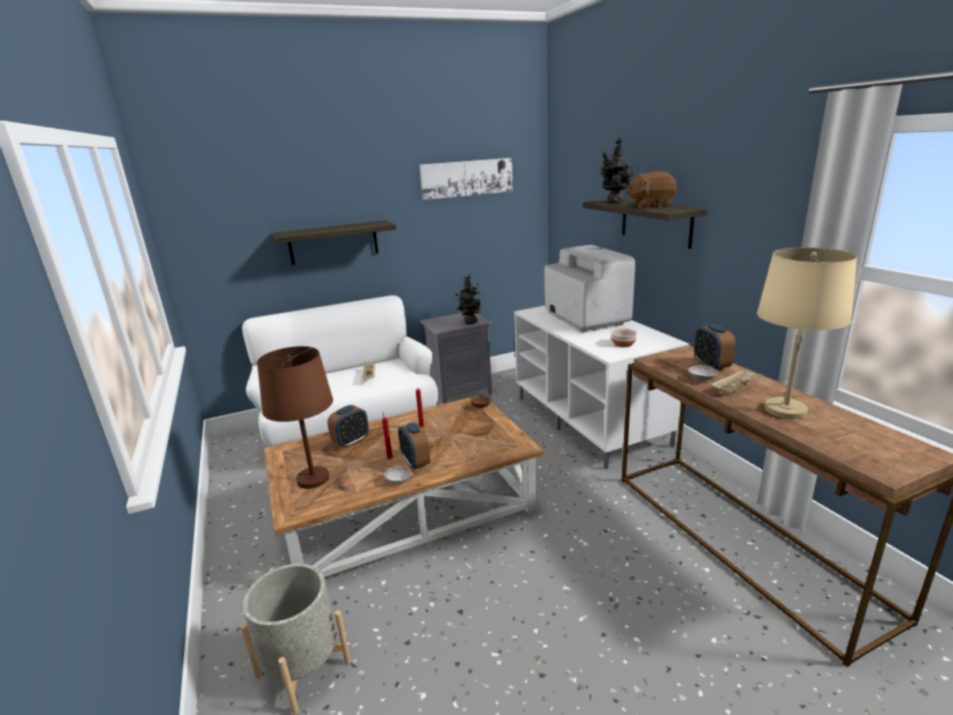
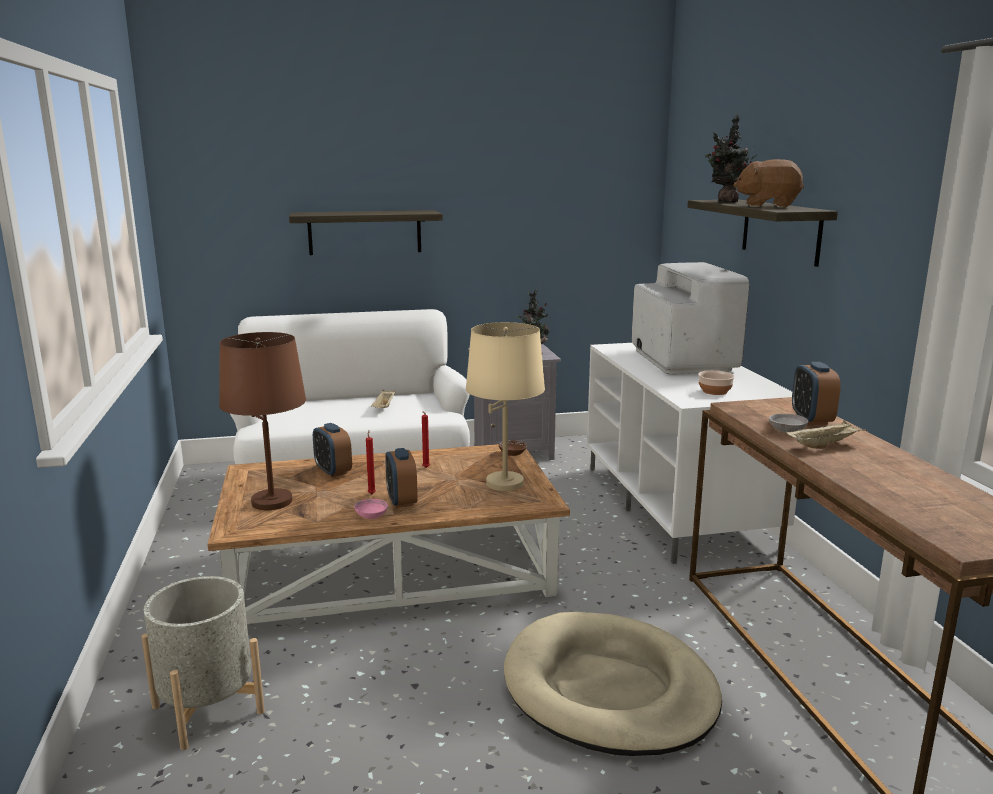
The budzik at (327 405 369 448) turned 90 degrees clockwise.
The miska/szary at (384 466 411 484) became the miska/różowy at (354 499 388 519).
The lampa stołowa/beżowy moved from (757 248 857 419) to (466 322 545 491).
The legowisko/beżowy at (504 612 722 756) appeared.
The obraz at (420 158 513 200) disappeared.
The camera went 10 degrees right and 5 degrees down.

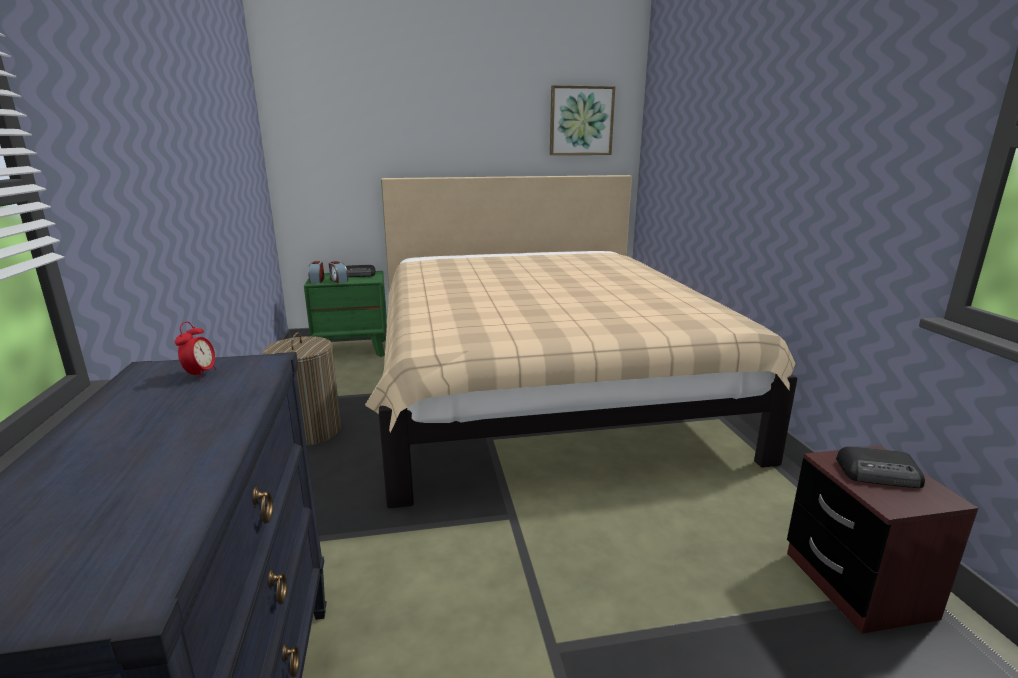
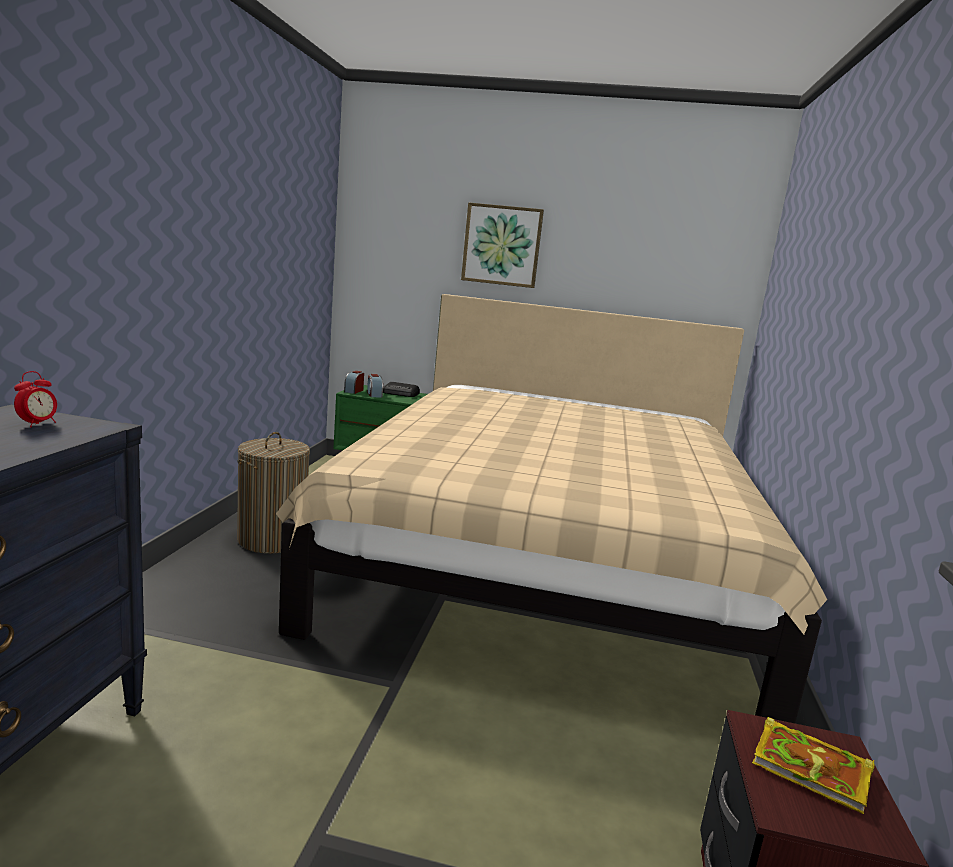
The obraz moved from (550 85 615 155) to (461 203 544 288).
The radio at (836 446 925 488) was replaced by the książka at (752 717 875 814).
The camera went 20 degrees right and 5 degrees down.

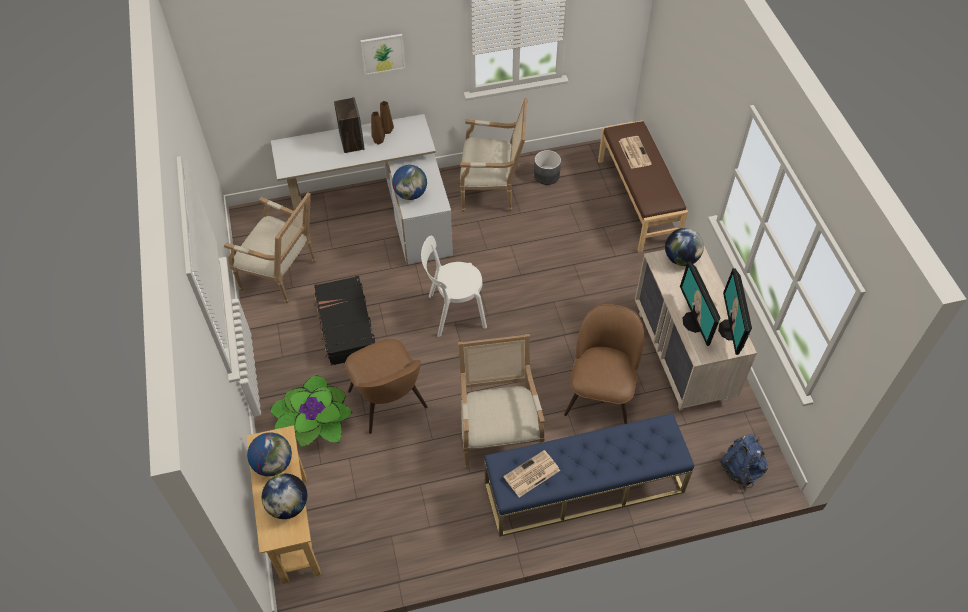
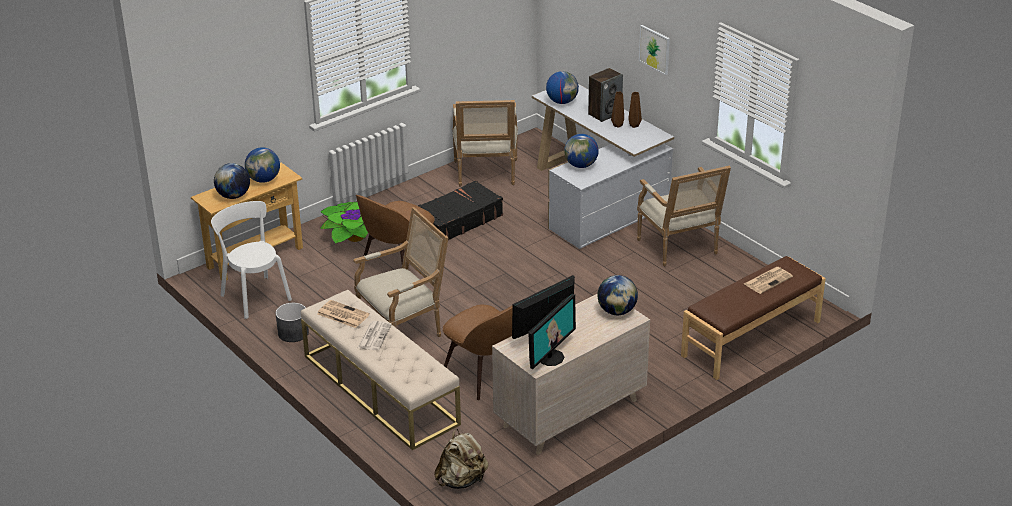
The krzesło/biały moved from (421 235 487 337) to (211 201 292 319).
The donica/szary moved from (534 150 561 185) to (276 303 309 342).
The ławka/niebieski at (484 413 694 537) became the ławka/beżowy at (301 290 461 450).
The gazeta at (358 321 392 350) appeared.
The plecak/niebieski at (719 435 768 489) became the plecak/beżowy at (434 429 488 489).
The krzesło/brązowy at (564 304 644 424) turned 60 degrees clockwise.
The monitor at (718 268 752 355) turned 150 degrees clockwise.
The globus at (546 71 579 104) appeared.
The camera went 65 degrees right and 20 degrees down.

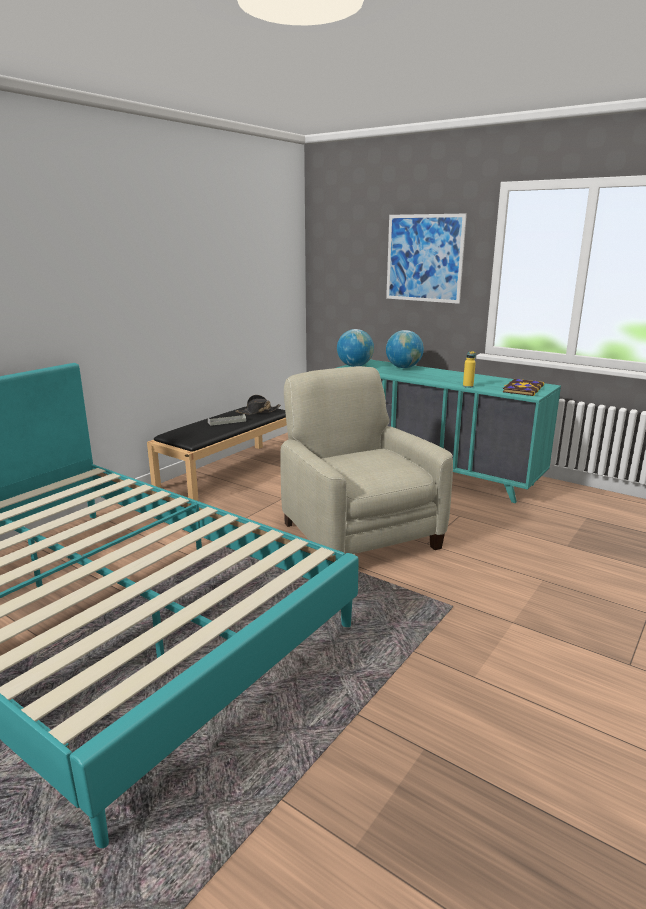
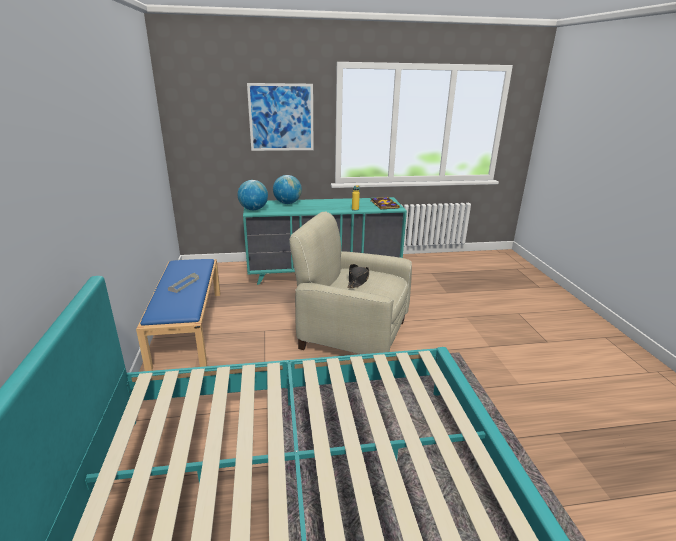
The ławka/czarny at (147 406 287 502) became the ławka/niebieski at (136 259 220 371).
The kapelusz/czarny moved from (235 395 281 415) to (347 264 369 288).
The camera went 45 degrees left and 5 degrees up.

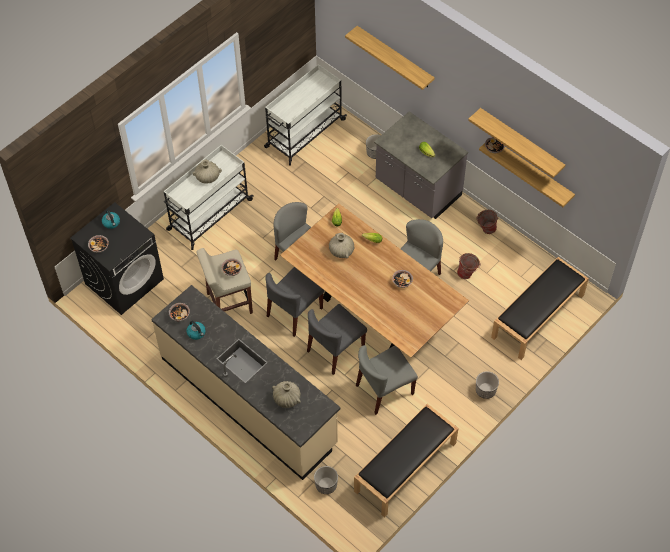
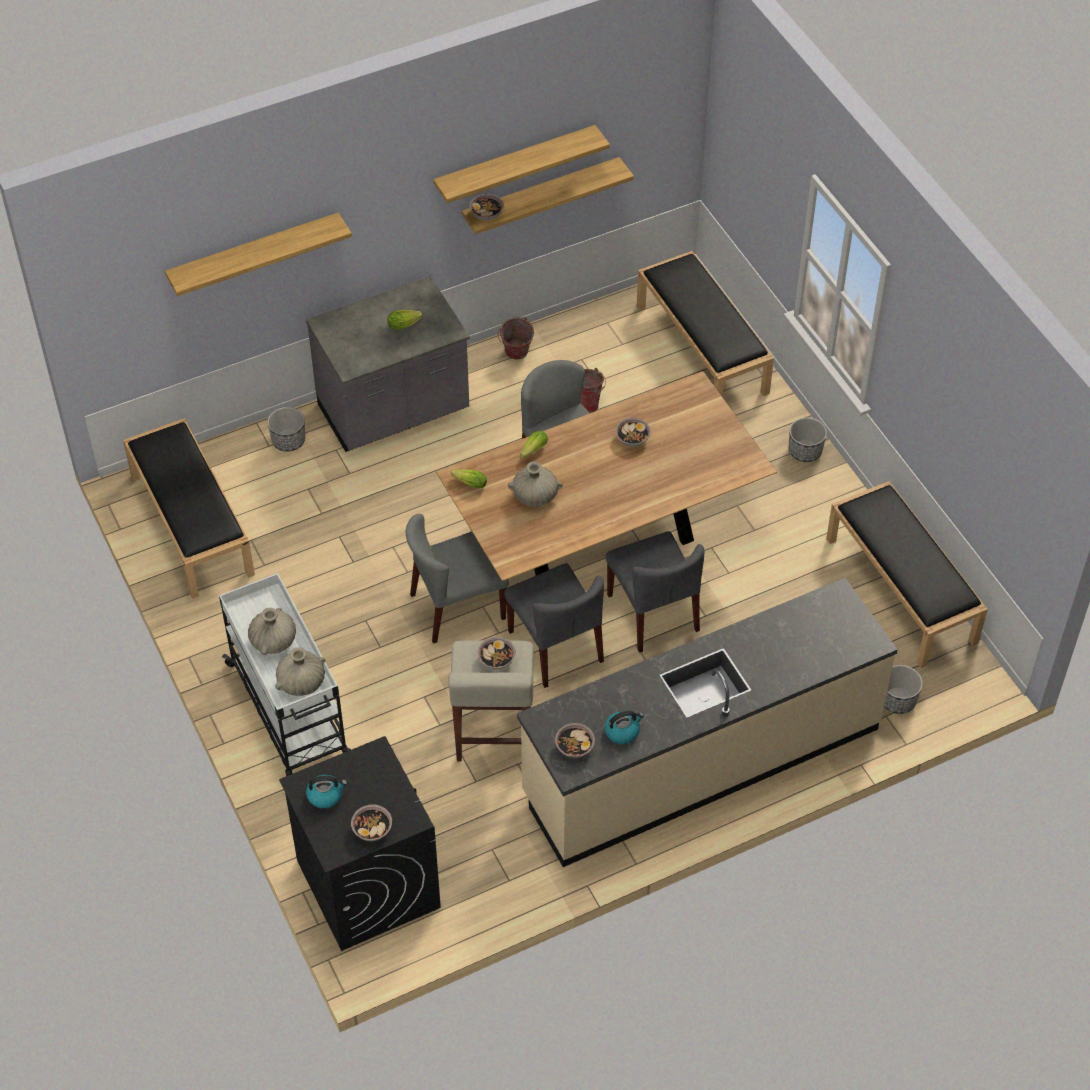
The wózek/biały at (264 64 347 166) was replaced by the ławka/czarny at (123 418 255 599).
The wazon/beżowy moved from (272 381 301 408) to (275 647 326 696).
The krzesło/szary at (356 345 418 415) disappeared.
The camera went 70 degrees left and 5 degrees down.

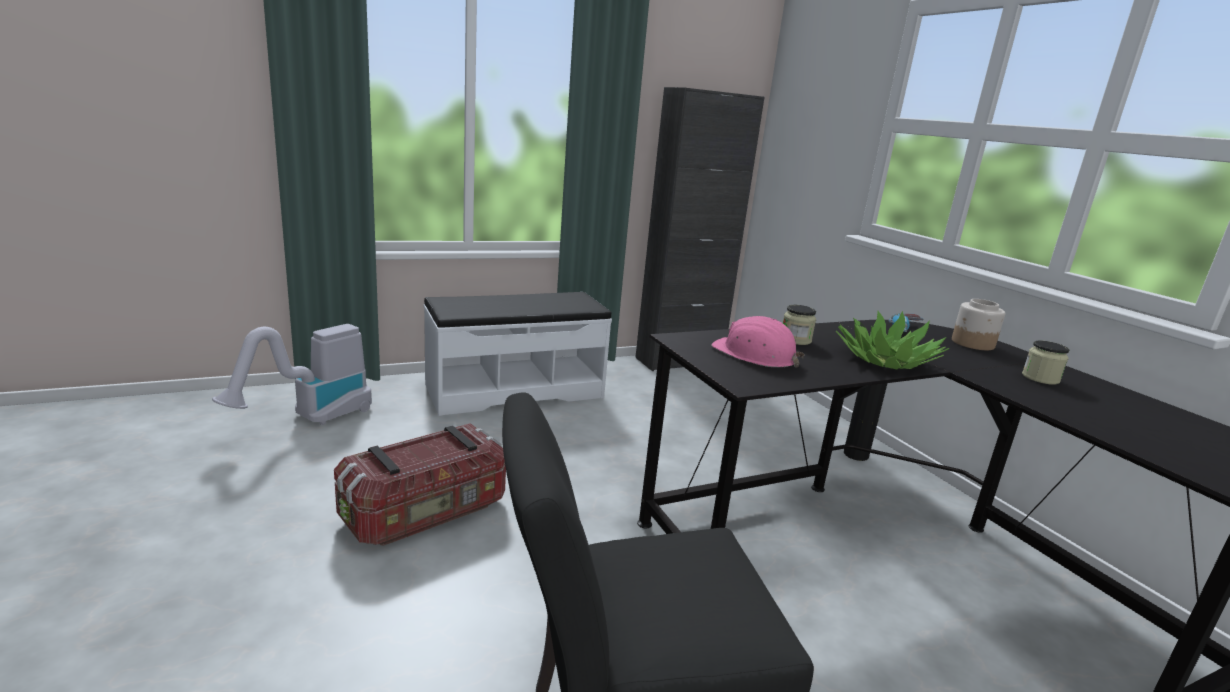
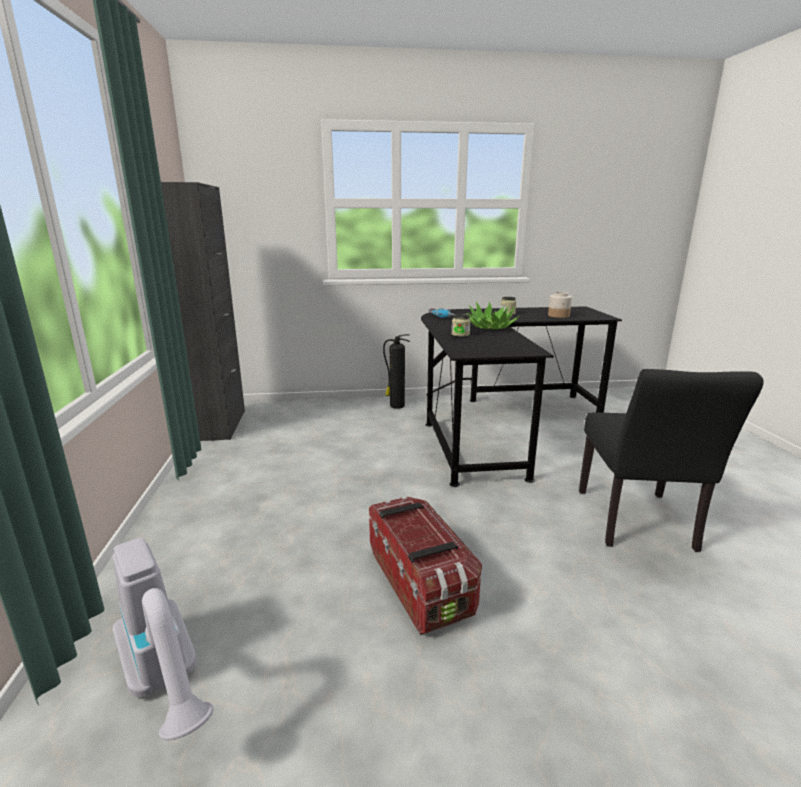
The słoik moved from (952 299 1006 350) to (548 292 572 318).
The ławka/biały at (424 292 612 416) disappeared.
The kask/różowy at (711 316 805 367) disappeared.
The camera went 70 degrees left and 0 degrees up.

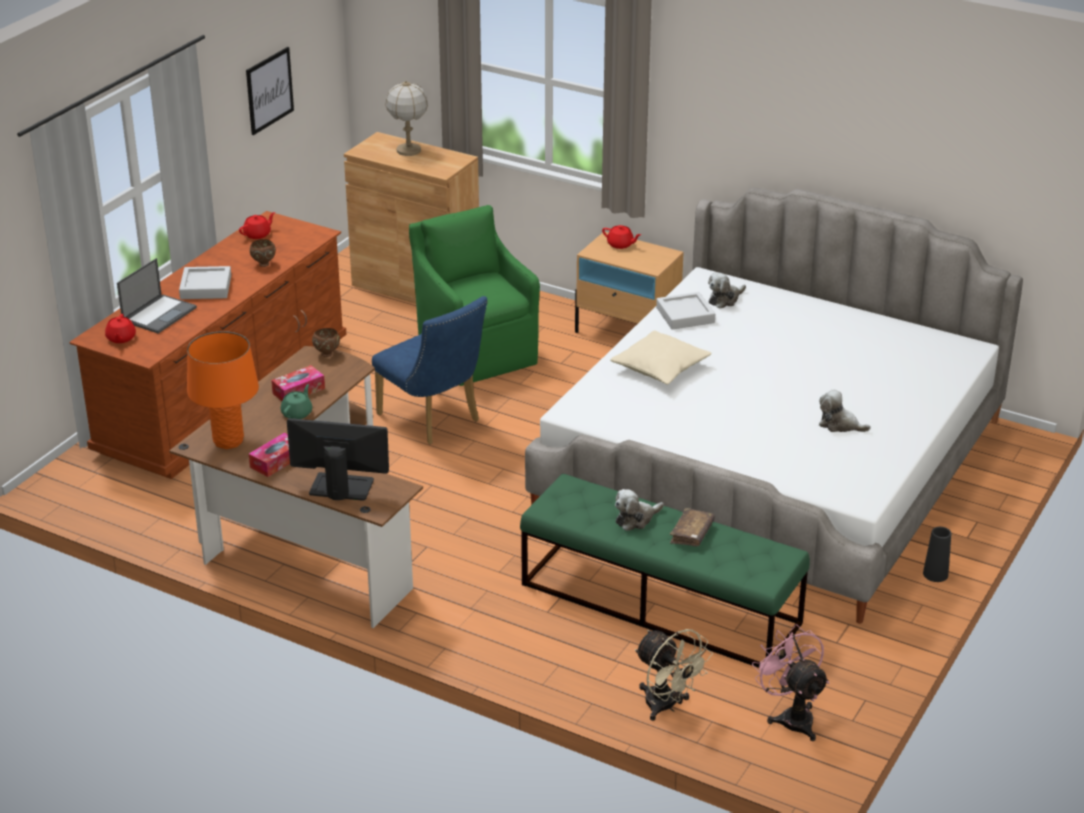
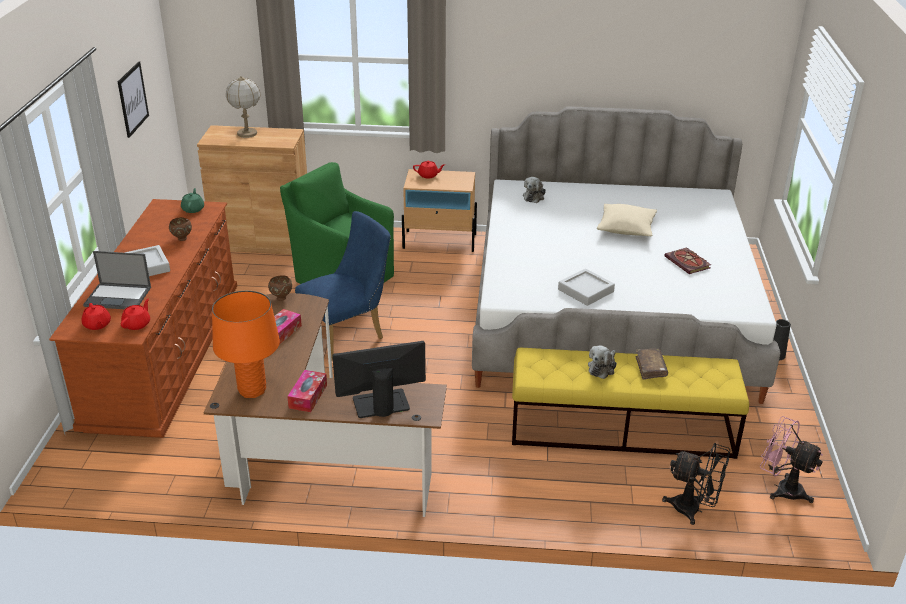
The laptop at (117 258 197 334) turned 90 degrees clockwise.
The imbryk/czerwony moved from (239 212 275 239) to (121 298 150 330).
The imbryk/zielony moved from (281 384 312 419) to (181 188 204 213).
The krzesło/niebieski at (372 296 488 444) turned 60 degrees counterclockwise.
The ławka/zielony at (520 474 810 668) became the ławka/żółty at (512 347 749 459).
The taca/szary moved from (656 292 715 330) to (558 268 615 306).
The poduszka/beżowy moved from (610 330 711 384) to (597 204 657 236).
The wentylator/beżowy at (635 629 713 721) became the wentylator/czarny at (662 443 730 525).
The pluszak at (819 389 871 432) was replaced by the książka at (664 247 711 274).
The camera went 25 degrees left and 0 degrees up.

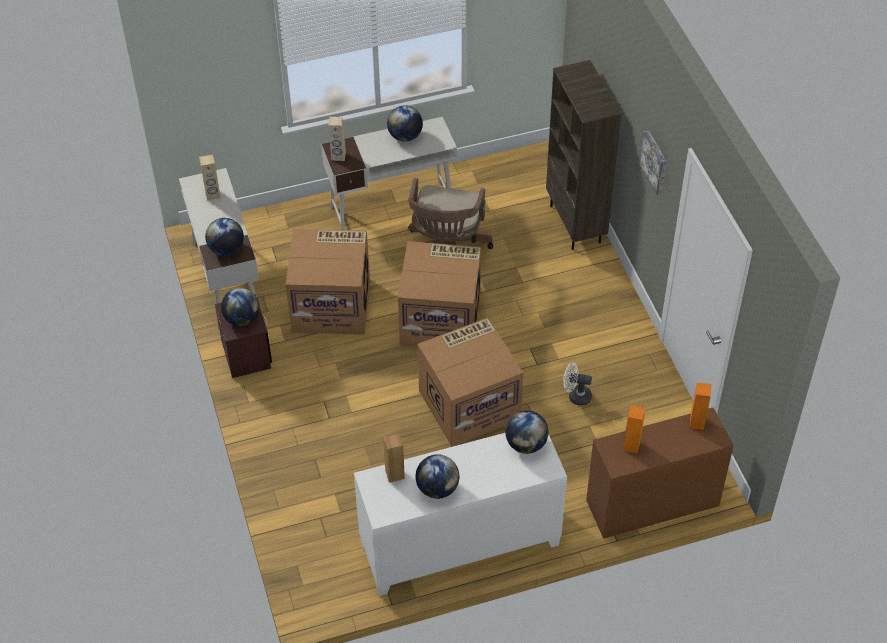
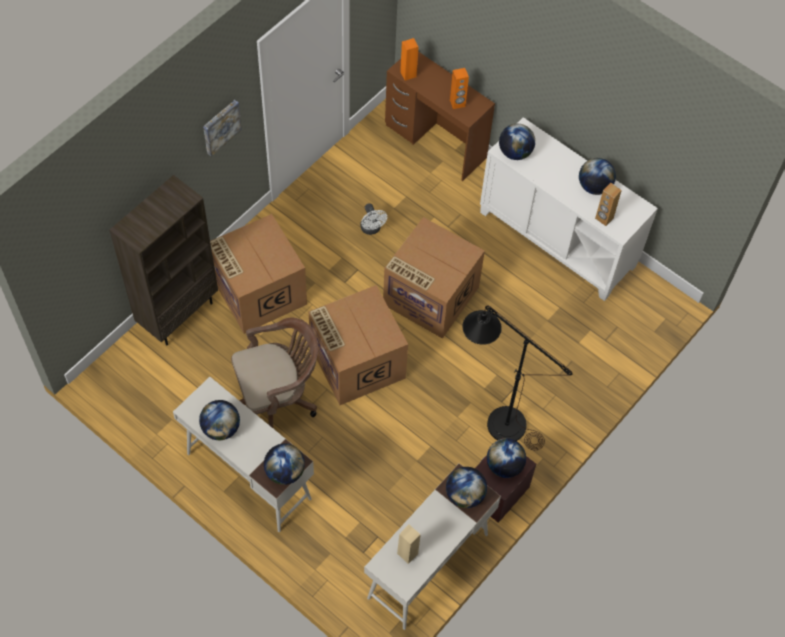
The karton moved from (285 229 370 335) to (210 214 307 334).
The głośnik/beżowy at (328 117 346 161) was replaced by the globus at (264 444 305 485).
The lampa stojąca/czarny at (462 306 573 450) appeared.
The camera went 125 degrees left and 10 degrees up.

